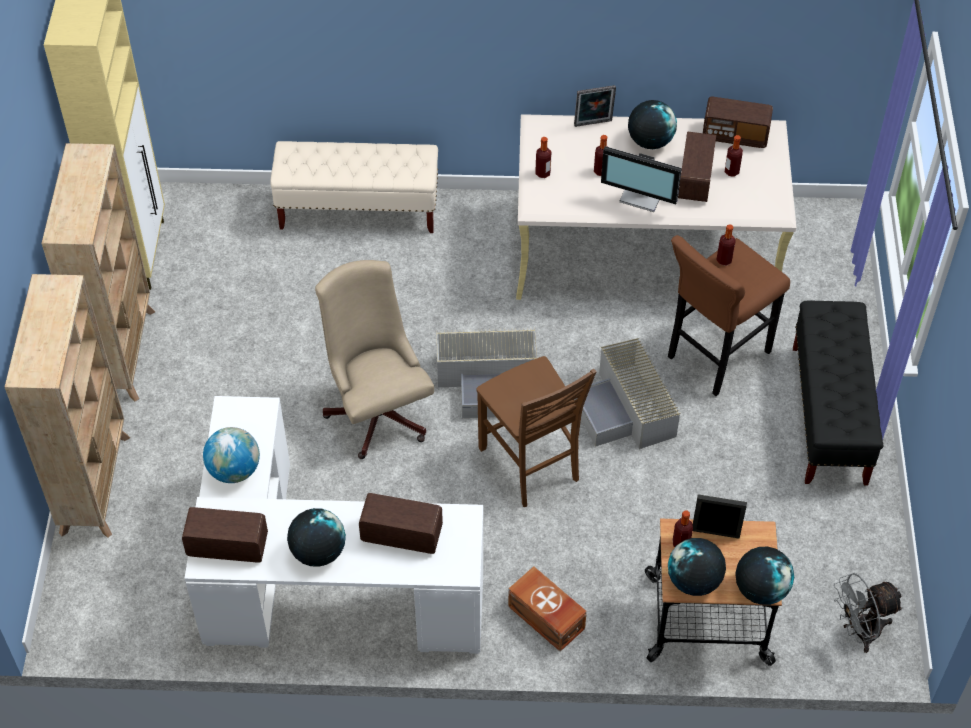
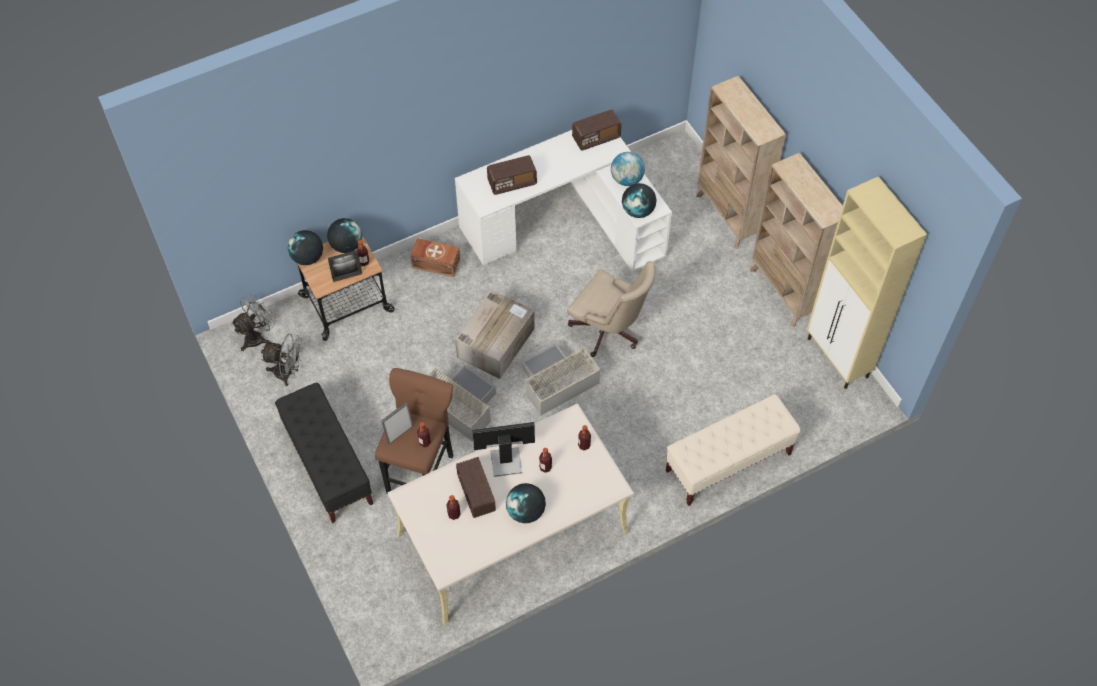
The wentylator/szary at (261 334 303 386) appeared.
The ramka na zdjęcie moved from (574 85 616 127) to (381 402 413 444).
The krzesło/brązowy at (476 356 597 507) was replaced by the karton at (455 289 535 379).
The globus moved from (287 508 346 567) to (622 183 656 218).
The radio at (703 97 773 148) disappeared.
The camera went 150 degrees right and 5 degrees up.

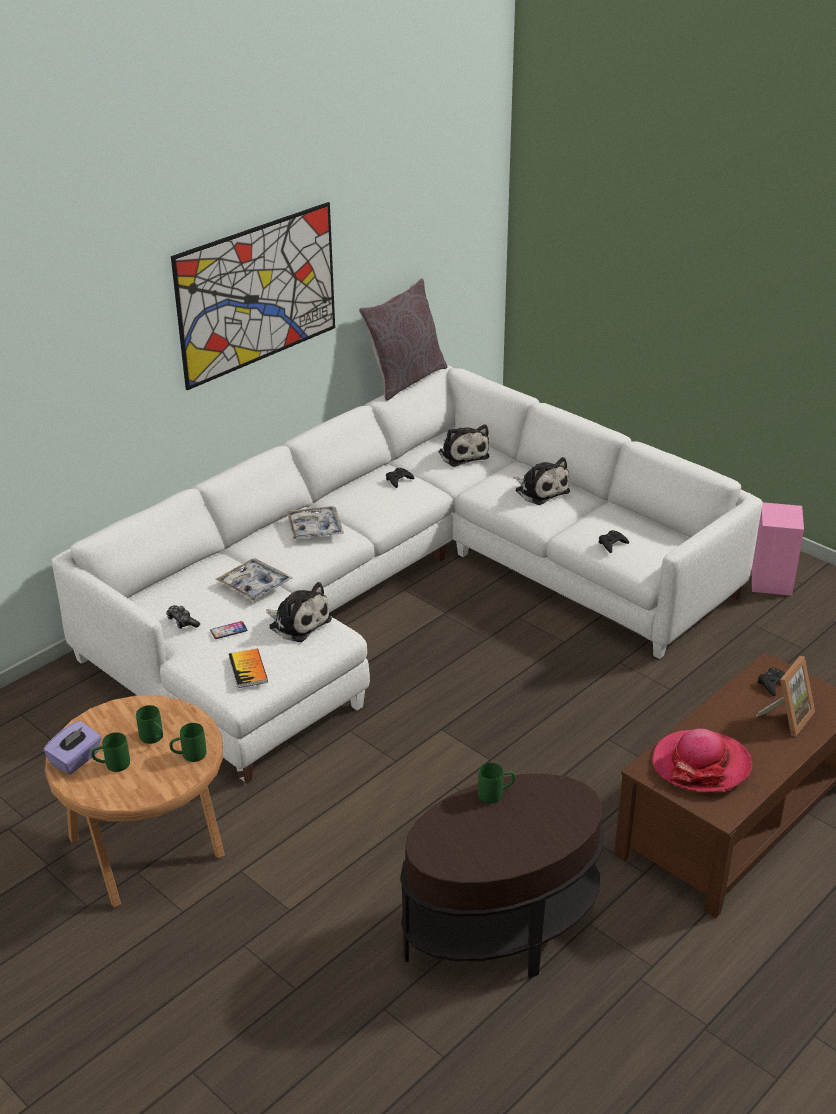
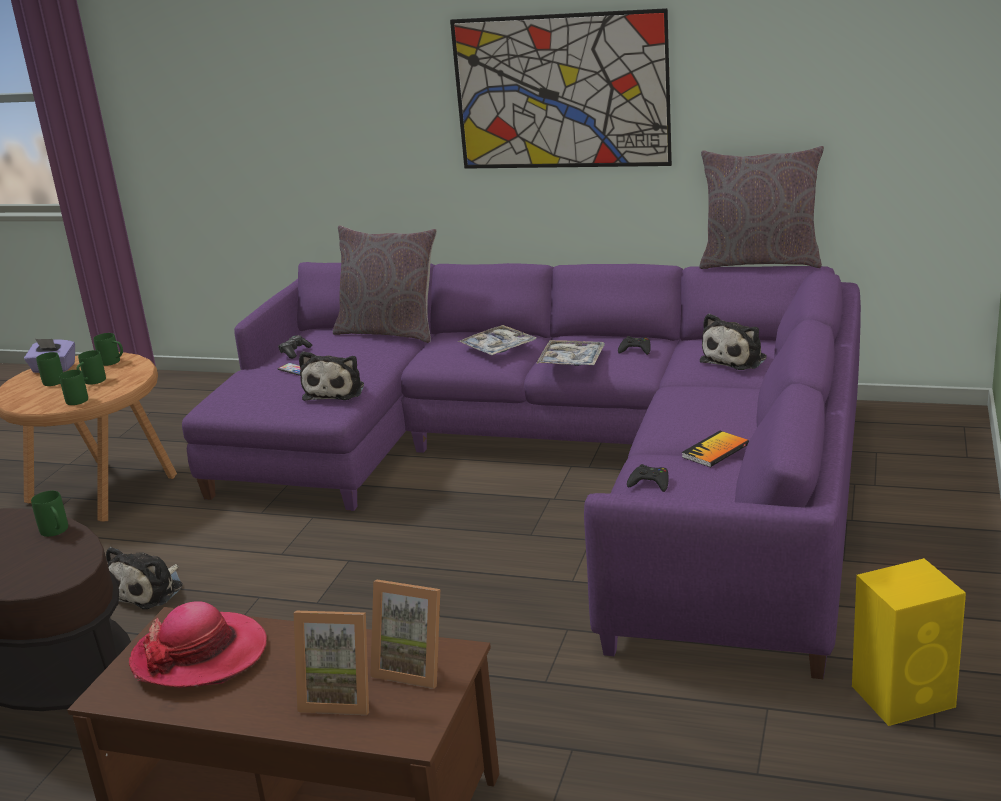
The kubek/zielony at (93 333 123 366) appeared.
The pluszak moved from (514 457 570 505) to (106 547 183 609).
The kanapa/biały at (51 365 763 785) became the kanapa/fioletowy at (182 262 861 679).
The poduszka/szary at (333 225 437 343) appeared.
The pad do gier/czarny at (758 667 785 696) was replaced by the ramka na zdjęcie at (370 580 440 689).
The taca moved from (216 558 292 601) to (536 340 605 366).
The książka moved from (229 649 268 688) to (682 431 749 467).
The głośnik/różowy at (751 502 804 596) became the głośnik/żółty at (852 558 966 726).
The camera went 65 degrees right and 10 degrees down.

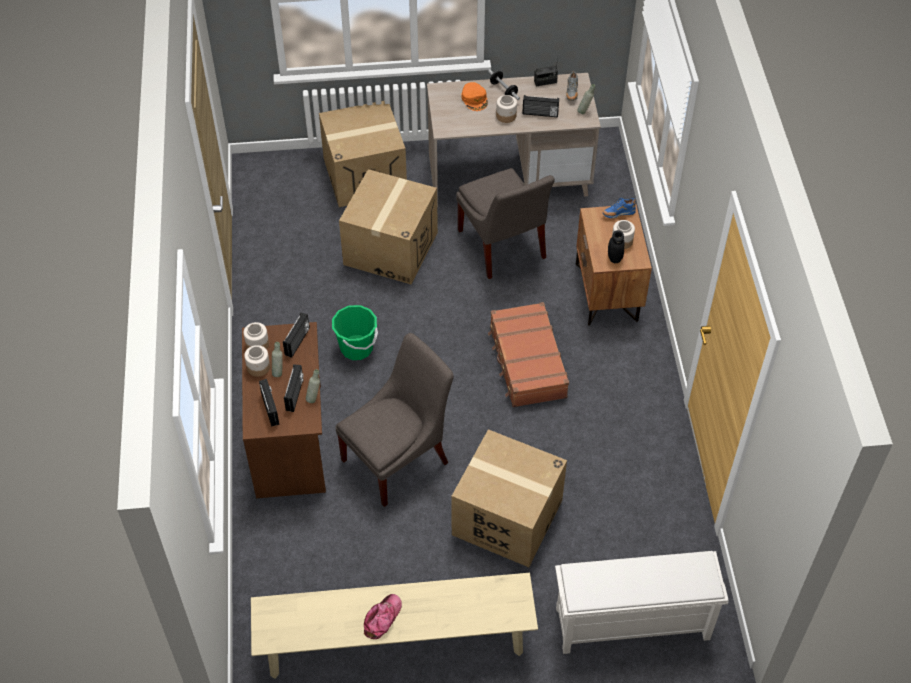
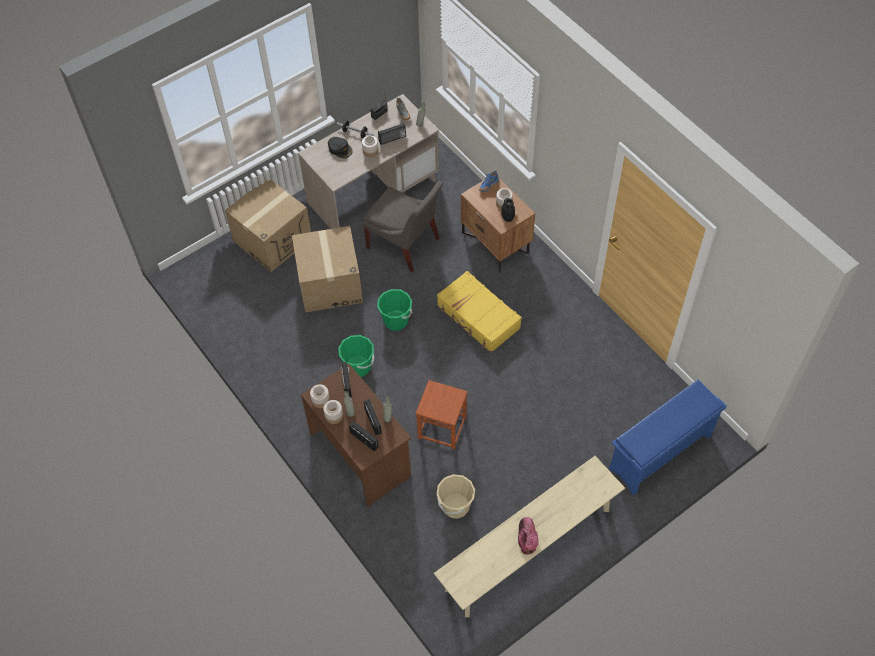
The czapka z daszkiem/pomarańczowy at (462 82 488 111) became the czapka z daszkiem/czarny at (328 137 352 158).
The wiadro/zielony at (377 289 412 331) appeared.
The krzesło/szary at (336 333 454 507) was replaced by the stołek/brązowy at (415 380 468 449).
The wiadro/beżowy at (436 474 475 519) appeared.
The walizka/brązowy at (488 302 569 407) became the walizka/żółty at (437 271 522 353).
The regał na buty/biały at (555 551 729 654) became the regał na buty/niebieski at (609 380 727 495).
The karton at (451 429 567 567) disappeared.
The camera went 30 degrees left and 5 degrees up.

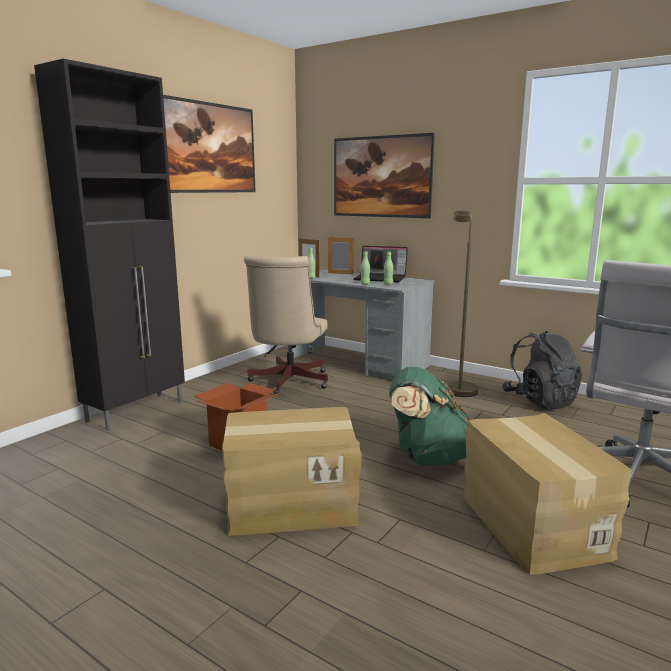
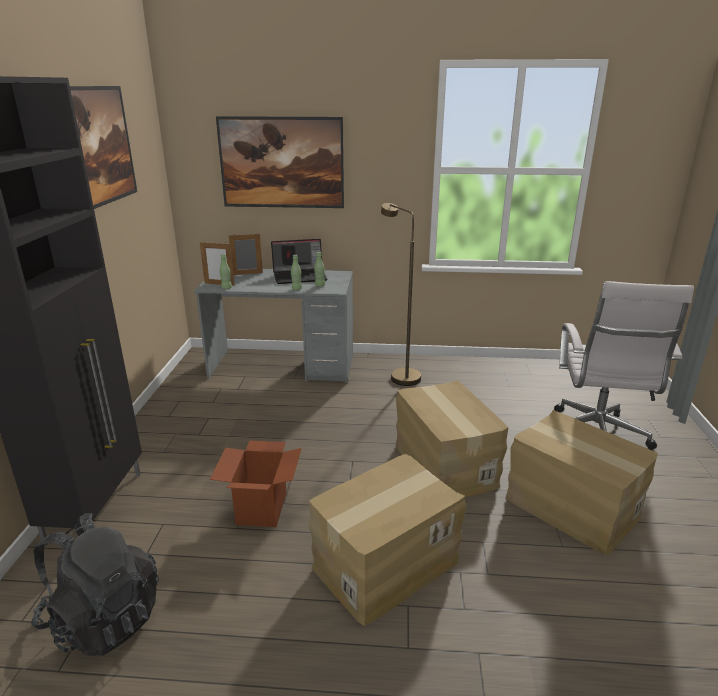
The plecak/czarny moved from (502 331 582 410) to (31 513 159 656).
The plecak/zielony at (389 367 470 466) was replaced by the karton at (396 380 508 497).
The krzesło biurowe/beżowy at (244 255 328 394) disappeared.
The camera went 30 degrees left and 10 degrees up.

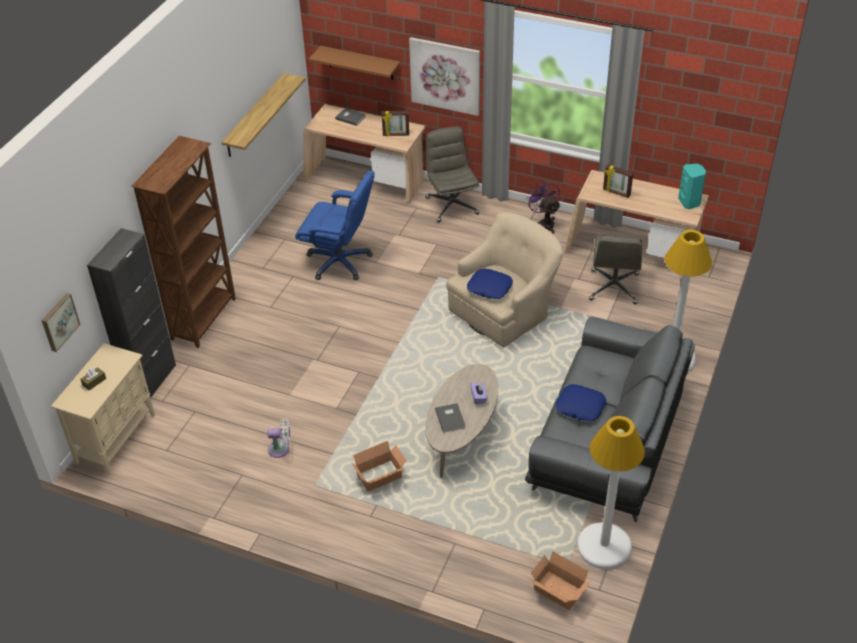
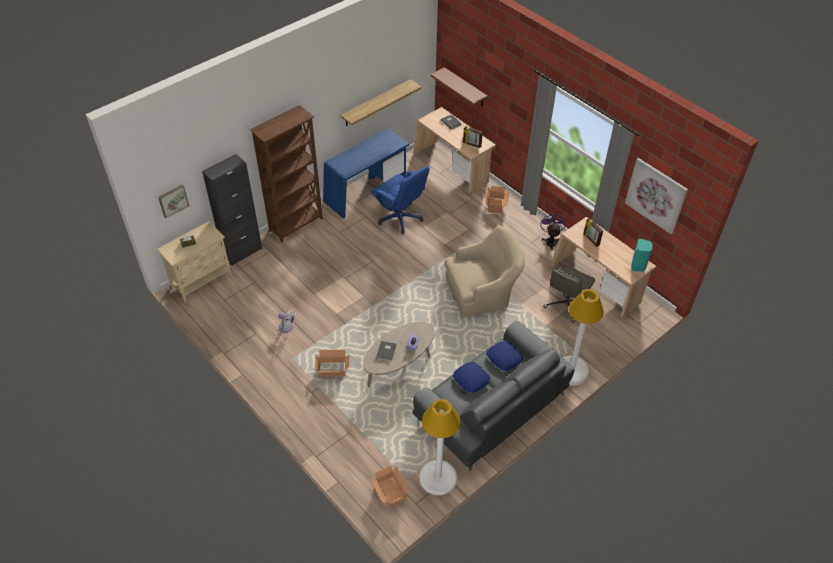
The biurko/niebieski at (323 128 409 219) appeared.
The krzesło biurowe/szary at (425 126 479 222) was replaced by the karton at (486 186 510 214).
The poduszka/niebieski moved from (467 268 513 299) to (486 341 523 371).
The obraz moved from (409 37 480 116) to (625 158 688 235).
The camera went 25 degrees right and 5 degrees up.

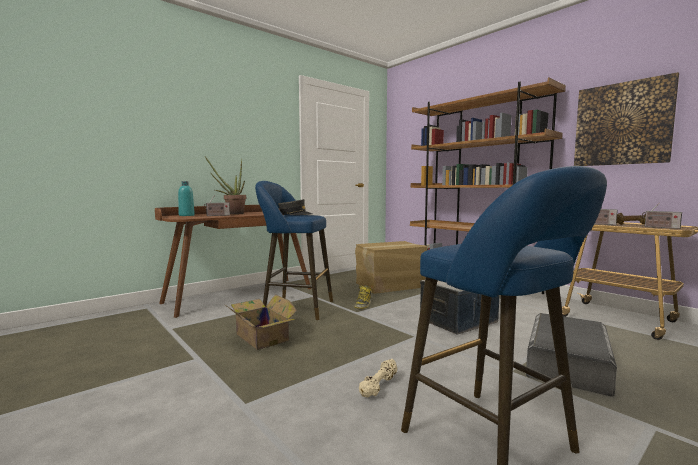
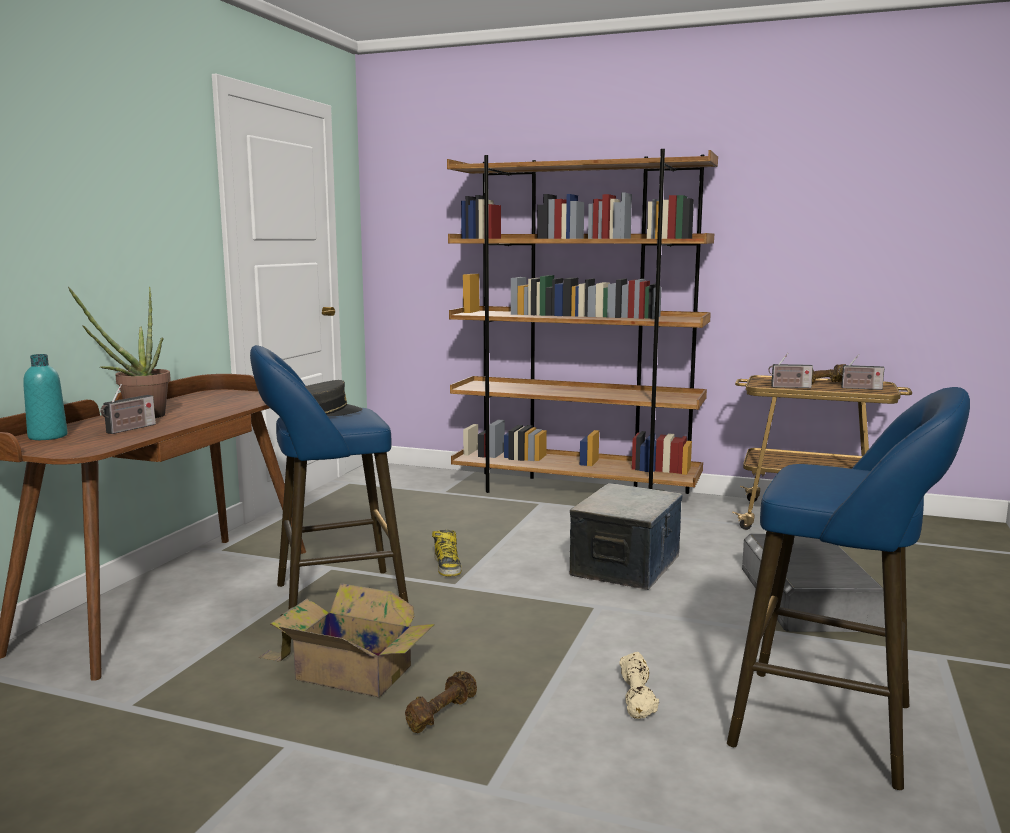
The hantel/brązowy at (405 671 477 733) appeared.
The karton at (355 241 427 294) disappeared.
The obraz at (574 72 679 166) disappeared.
The camera went 30 degrees left and 5 degrees up.

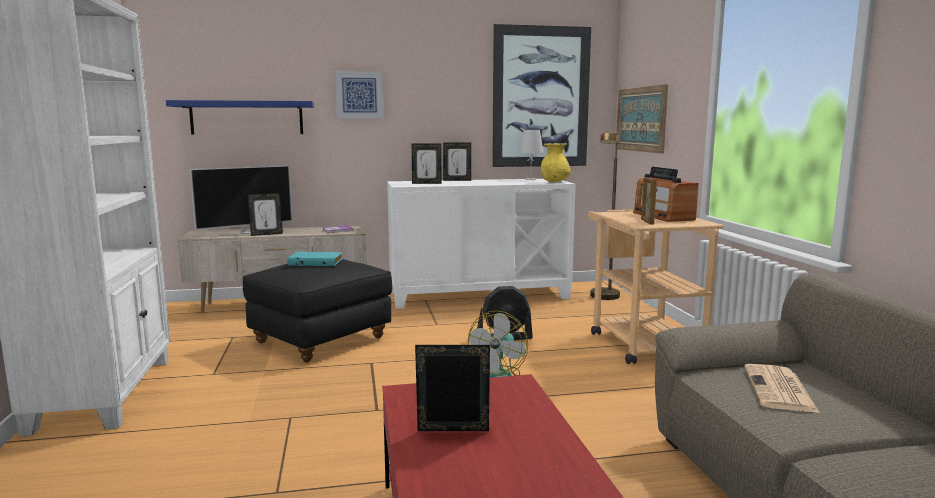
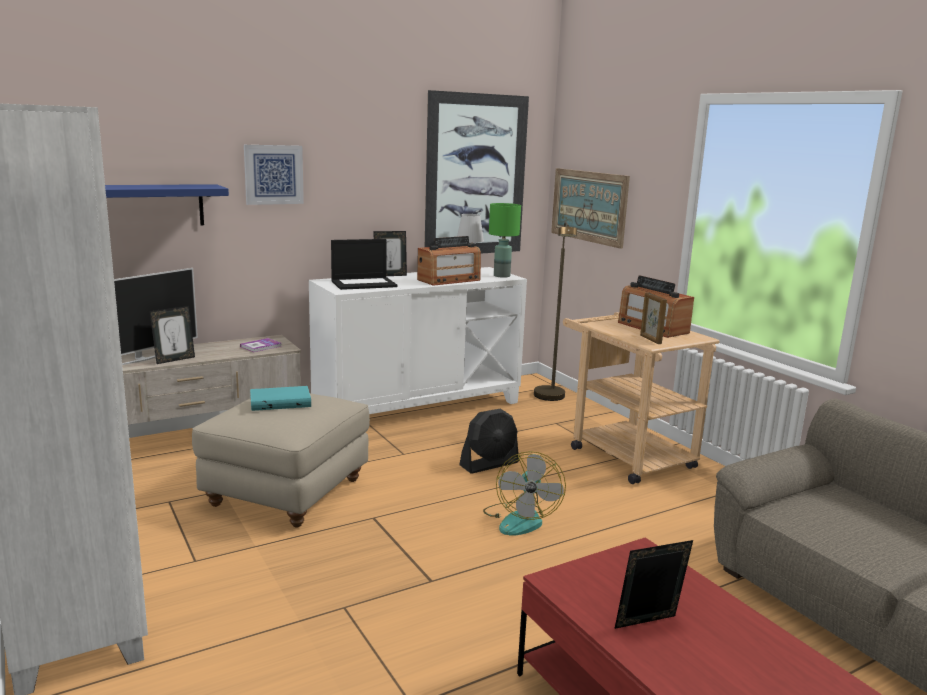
The pufa/czarny at (243 259 392 363) became the pufa/beżowy at (192 393 370 528).
The ramka na zdjęcie at (412 144 442 184) was replaced by the laptop at (331 239 398 290).
The radio at (417 236 481 286) appeared.
The wazon/żółty at (541 143 571 182) was replaced by the lampa stołowa/zielony at (489 203 521 278).
The gazeta at (744 364 820 413) disappeared.
The camera went 20 degrees left and 5 degrees up.

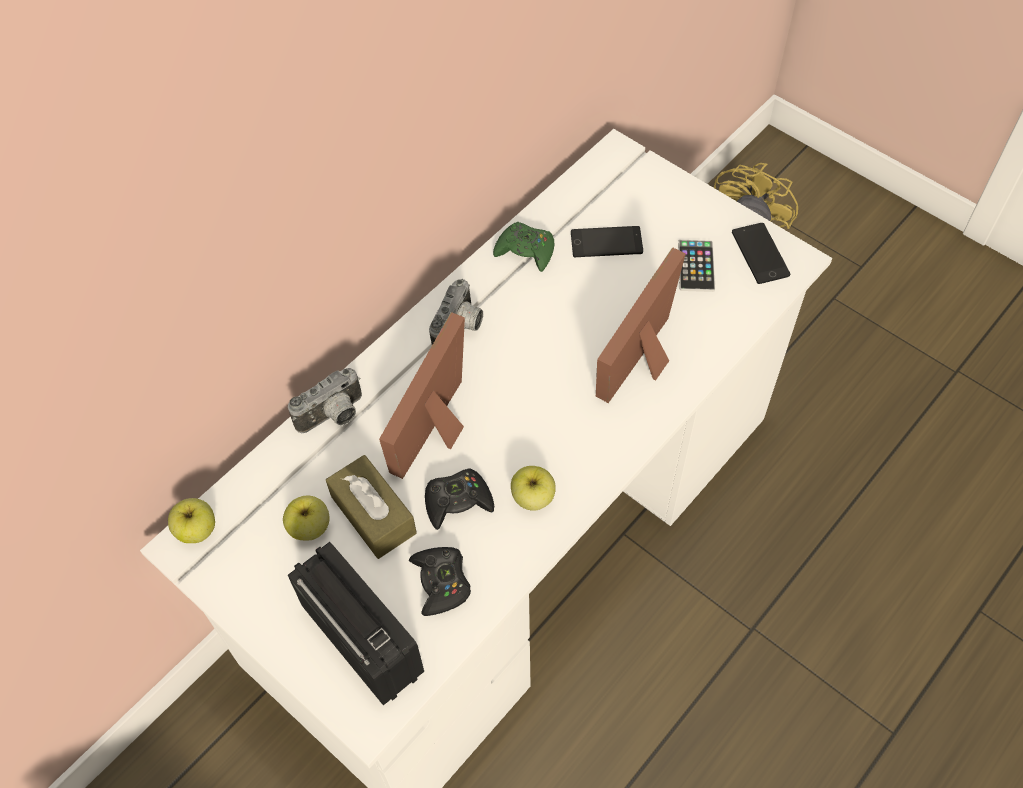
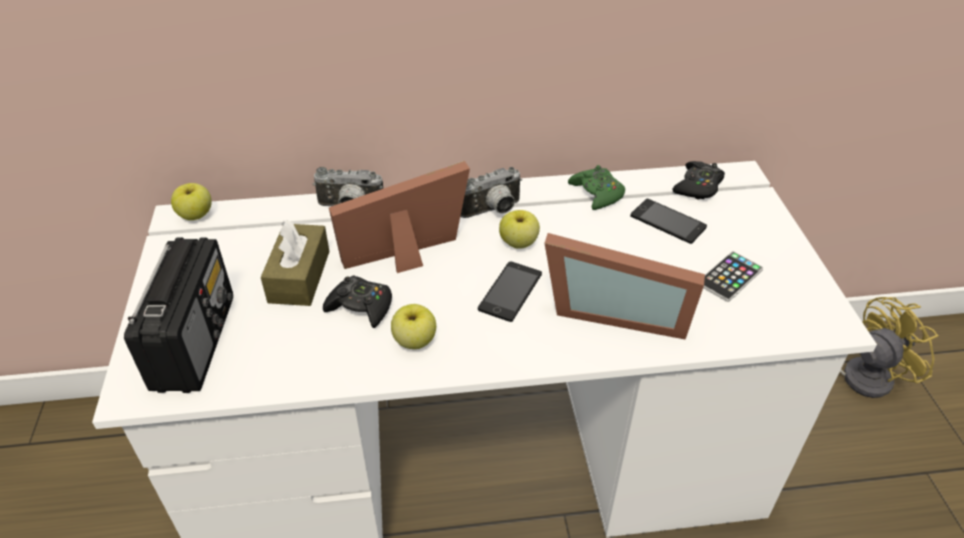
The telefon moved from (732 223 790 284) to (478 261 542 322).
The jabłko moved from (283 495 330 541) to (499 210 540 249).
The ramka na zdjęcie at (596 247 686 403) turned 150 degrees counterclockwise.
The pad do gier/czarny moved from (409 547 471 616) to (672 161 725 200).
The camera went 40 degrees right and 15 degrees down.

